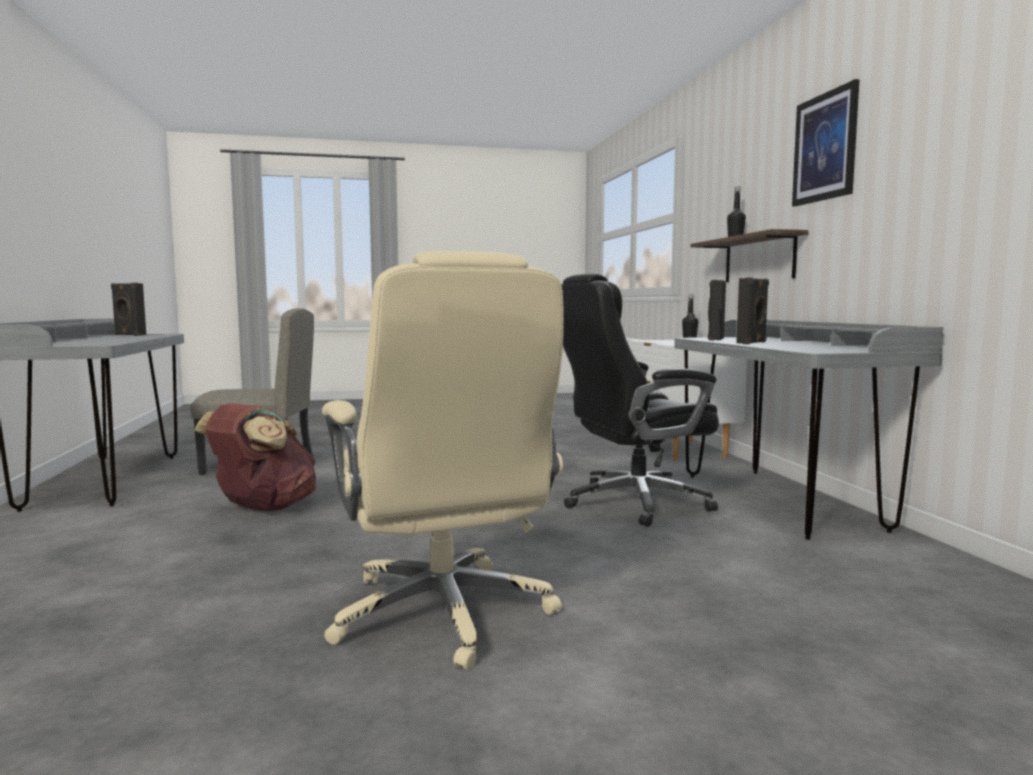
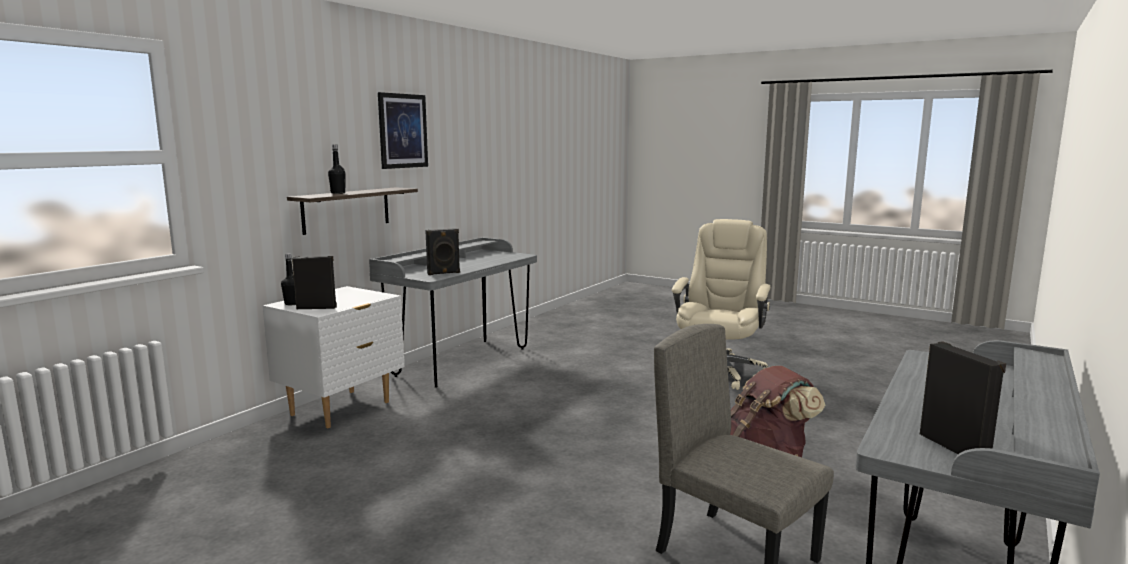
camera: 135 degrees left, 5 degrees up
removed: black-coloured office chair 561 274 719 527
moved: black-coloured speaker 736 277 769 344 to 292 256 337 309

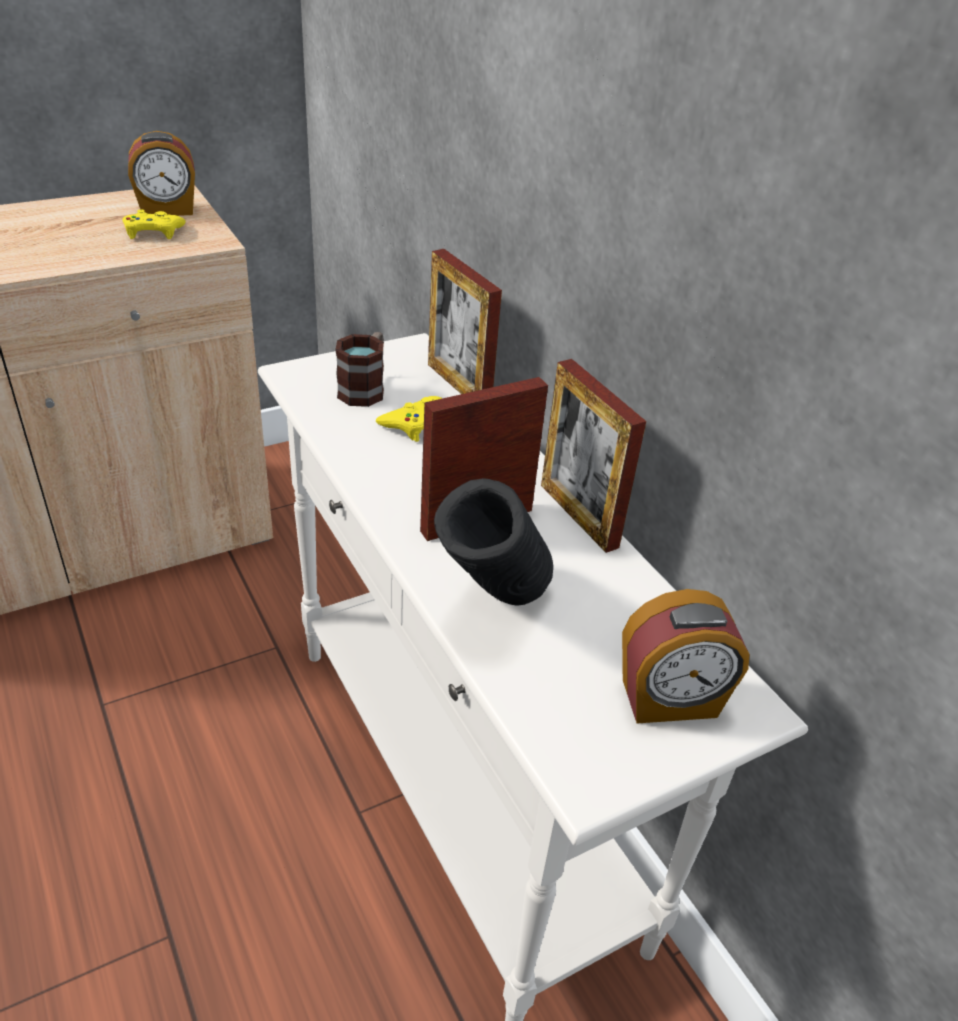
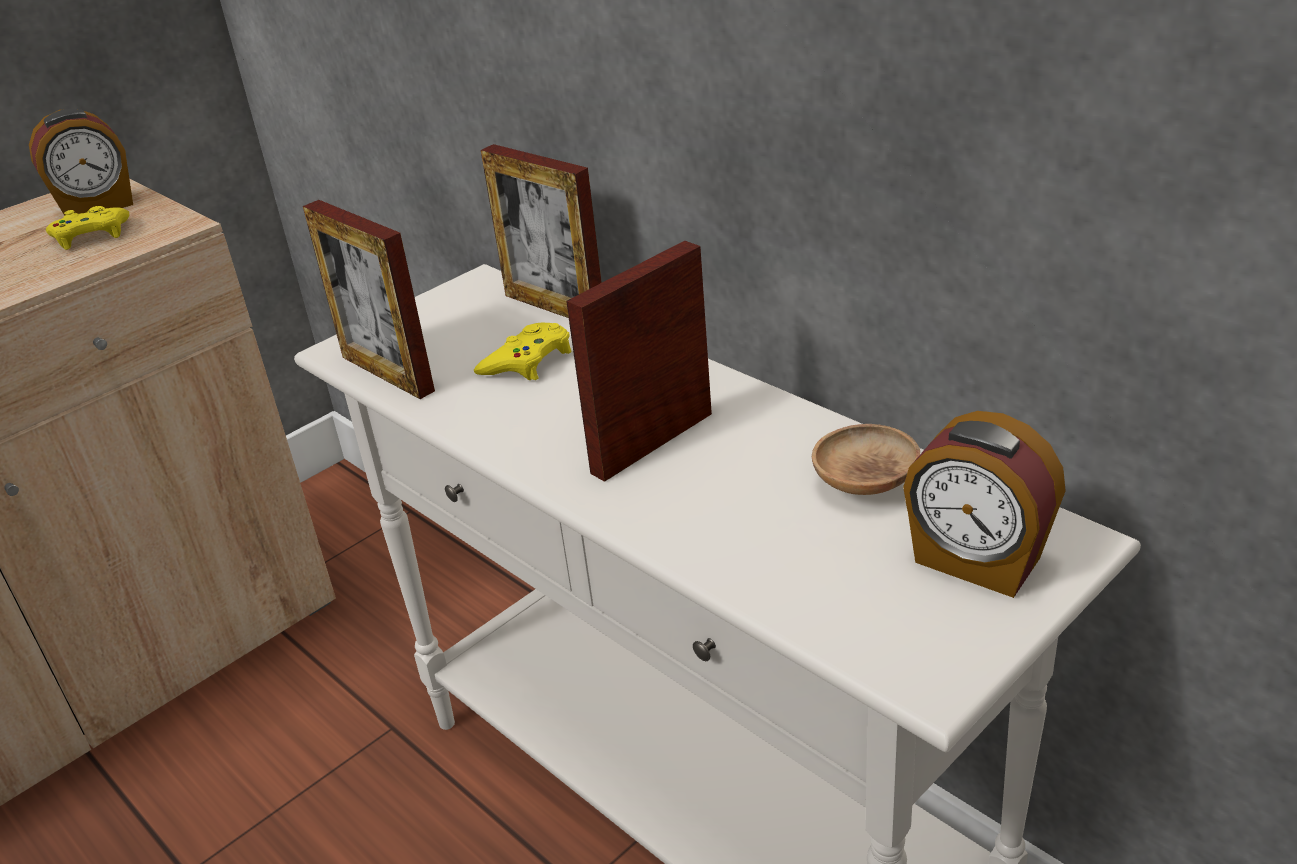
camera: 10 degrees left, 5 degrees down
removed: tea mug 335 332 384 407; black-coloured flower vase 434 478 553 605
added: brownish deep dish 812 424 920 495
moved: standing frame 541 359 646 553 to 303 200 435 399
turned: table clock 622 589 750 723 = 903 411 1066 598 60 degrees clockwise

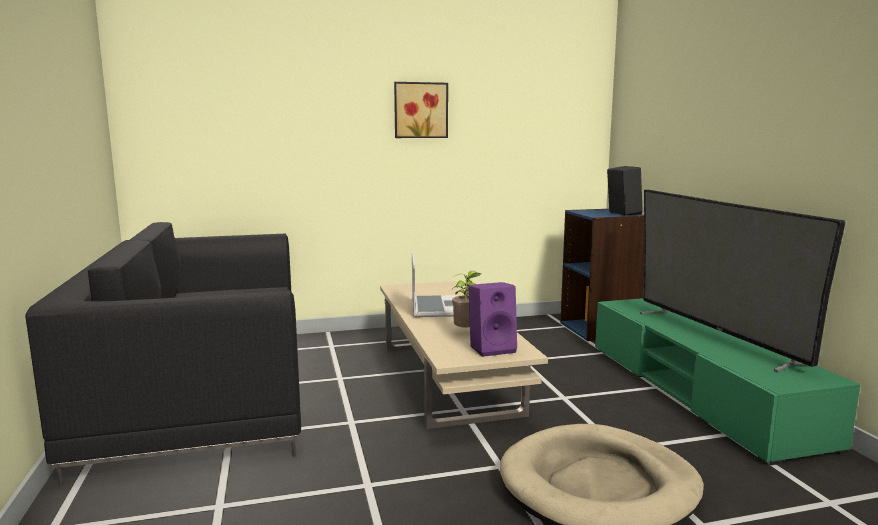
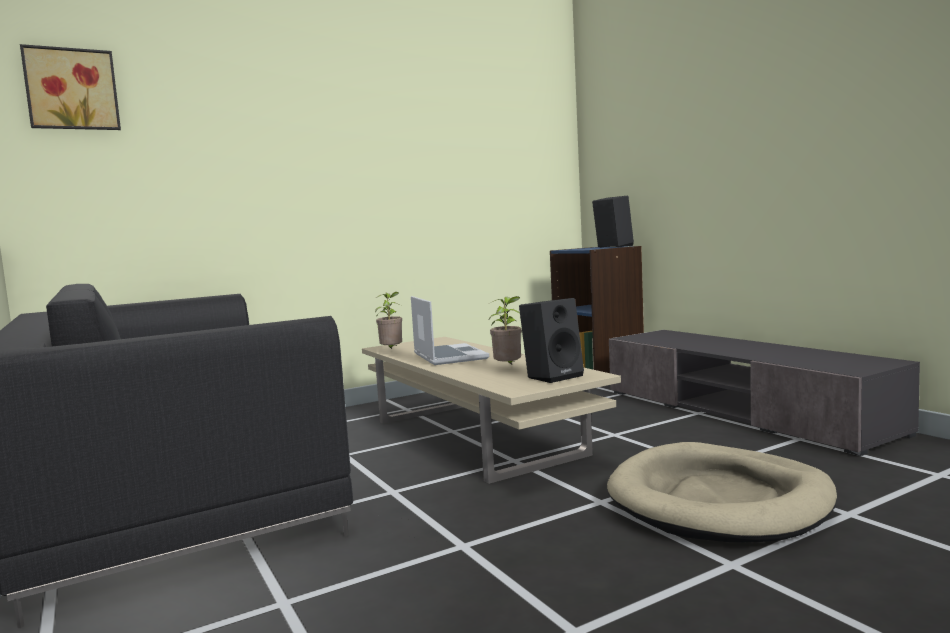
camera: 15 degrees left, 5 degrees down
removed: TV set 640 190 846 372
added: houseplant 375 292 402 349
moved: wall art 394 82 448 138 to 20 44 121 130
recoloured: purplish speaker 468 282 517 357 to black-coloured speaker 519 298 584 383; green-coloured tv unit 595 298 860 466 to greyish tv unit 609 330 920 456

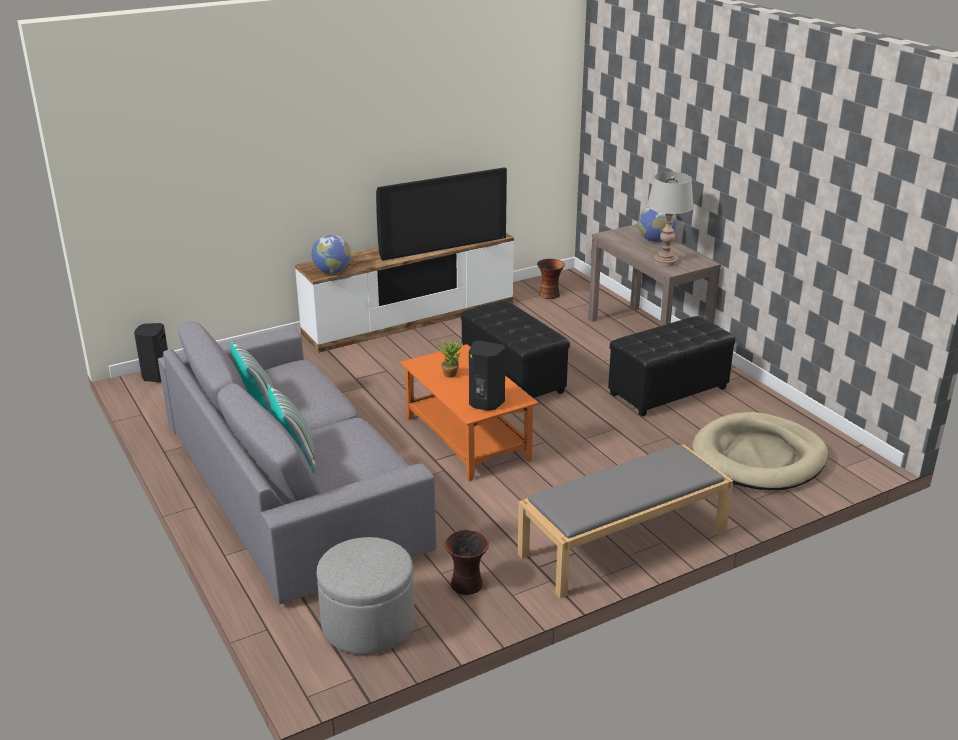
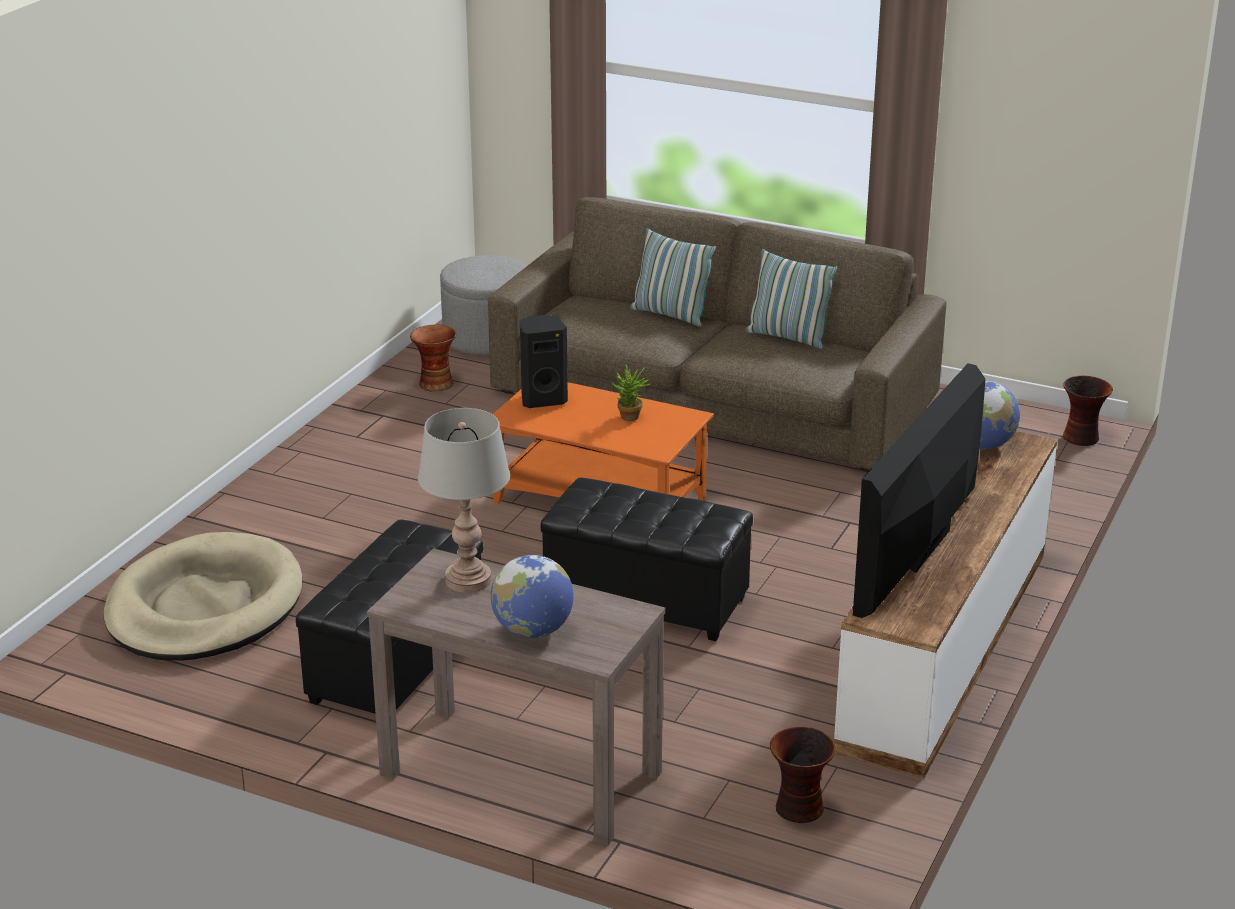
camera: 145 degrees right, 0 degrees up
removed: greyish long seat 518 445 733 599
replaced: black-coloured speaker 134 323 168 382 to flower vase 1063 375 1113 446
recoloured: greyish settee 158 321 437 604 to brownish settee 488 197 946 472

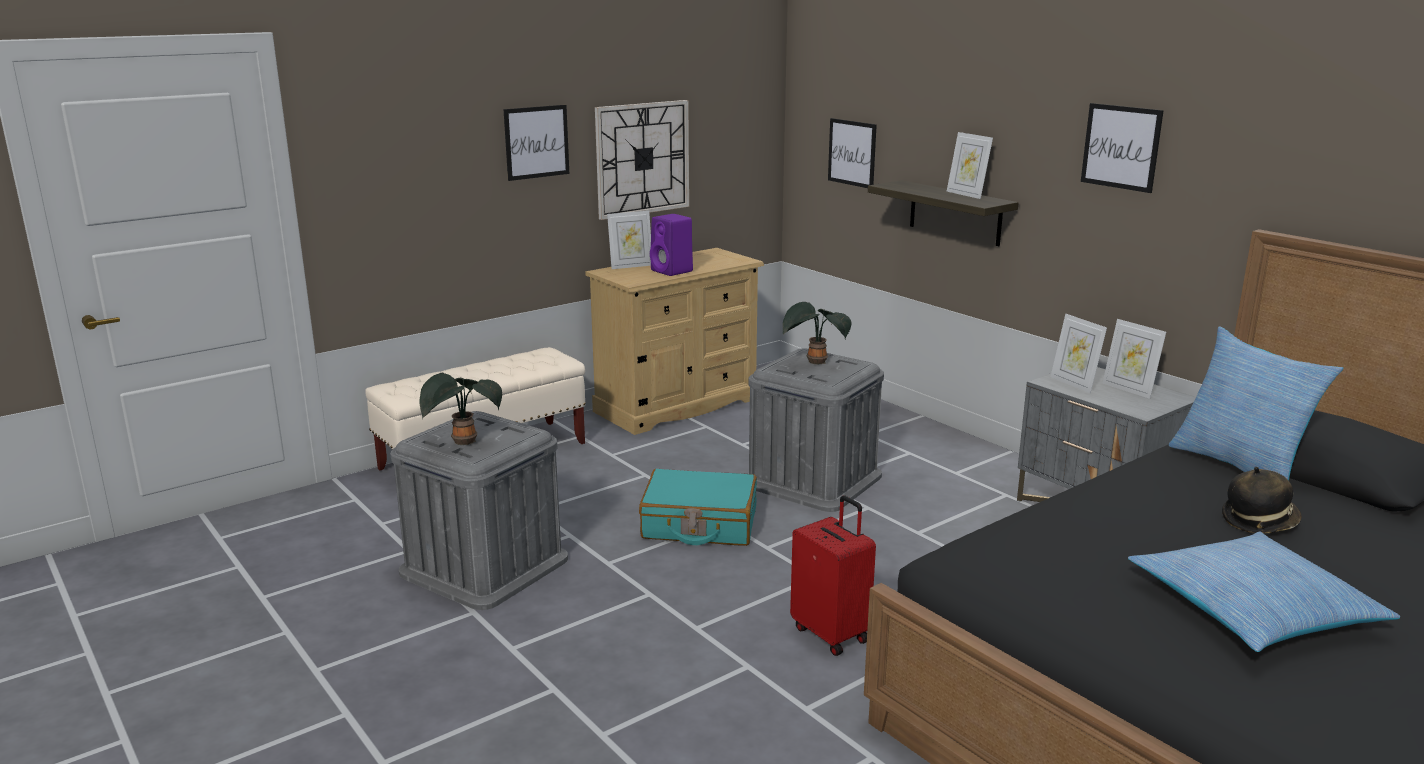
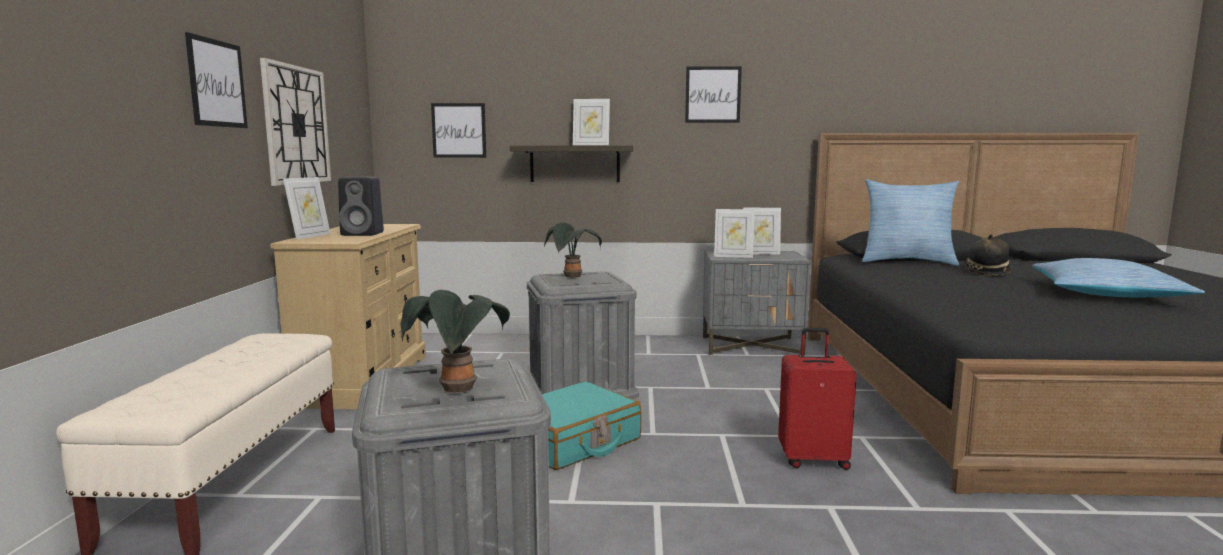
camera: 50 degrees left, 10 degrees down
recoloured: purplish speaker 650 214 693 276 to black-coloured speaker 338 177 384 236

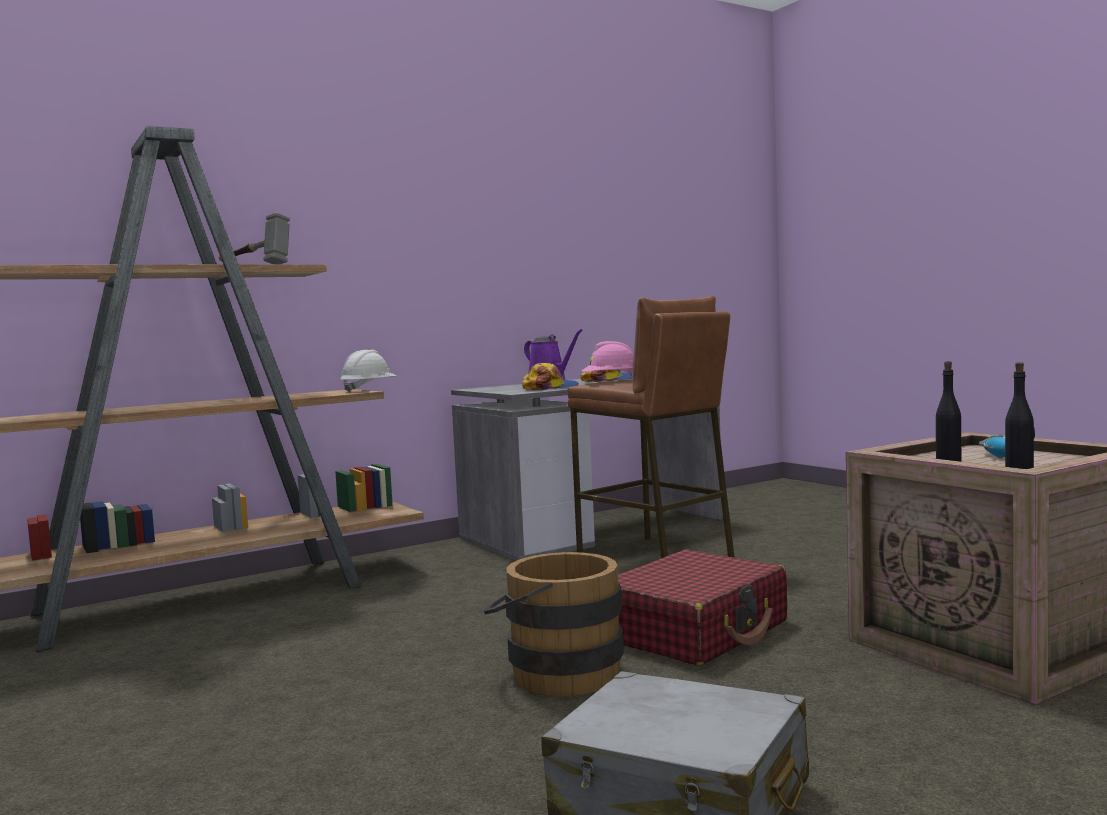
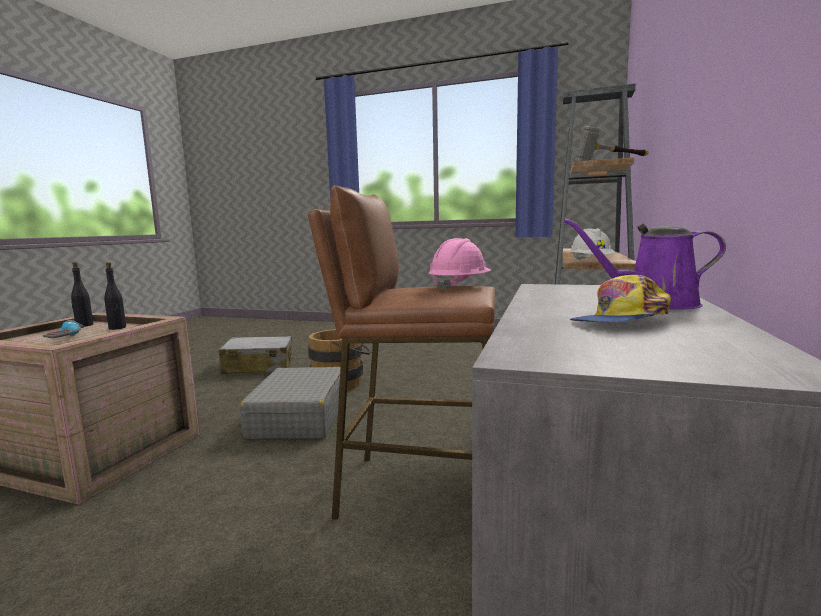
camera: 140 degrees right, 5 degrees up
removed: baseball cap 522 363 579 390
recoloured: red piece of luggage 618 549 787 666 to greyish piece of luggage 240 367 340 439

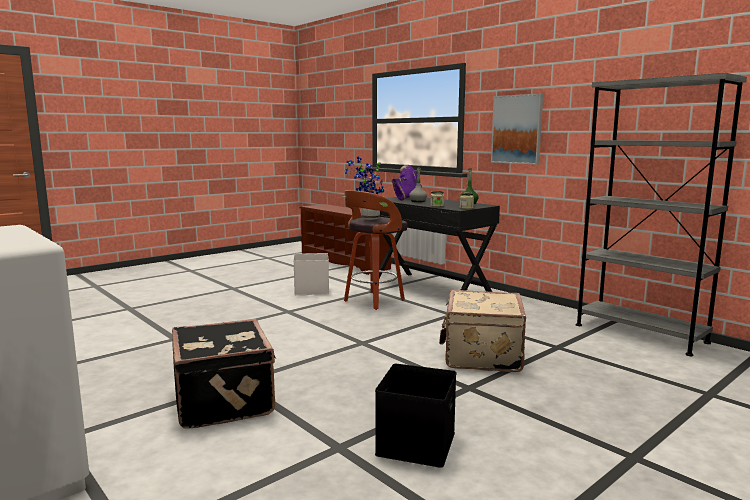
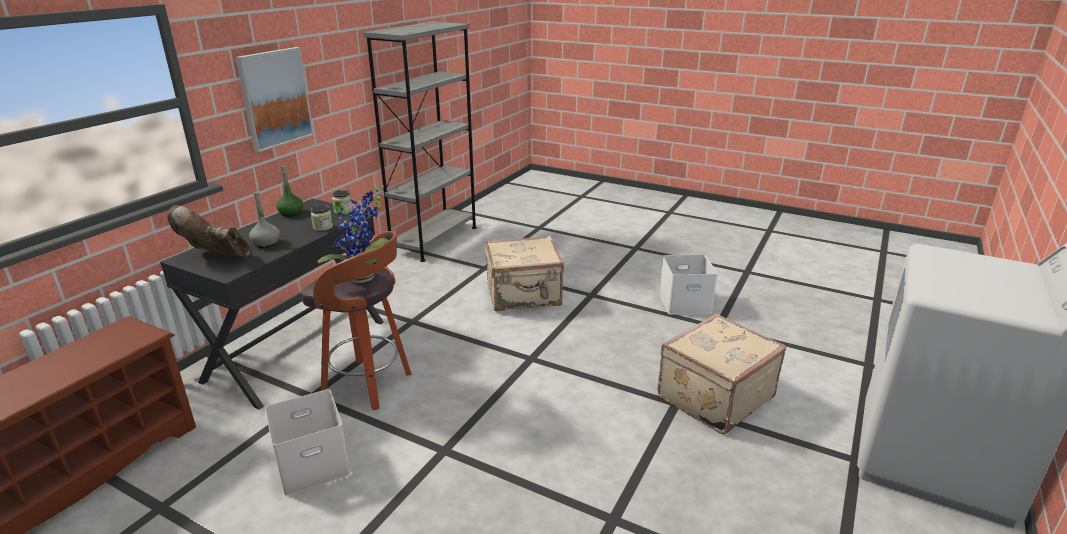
camera: 110 degrees left, 15 degrees up
recoloured: purplish high-top boot 392 165 422 200 to brownish high-top boot 167 205 251 258; black-coloured piece of luggage 172 319 276 429 to beige-coloured piece of luggage 658 314 786 434; black-coloured storage container 375 364 456 468 to white storage container 659 254 718 315

